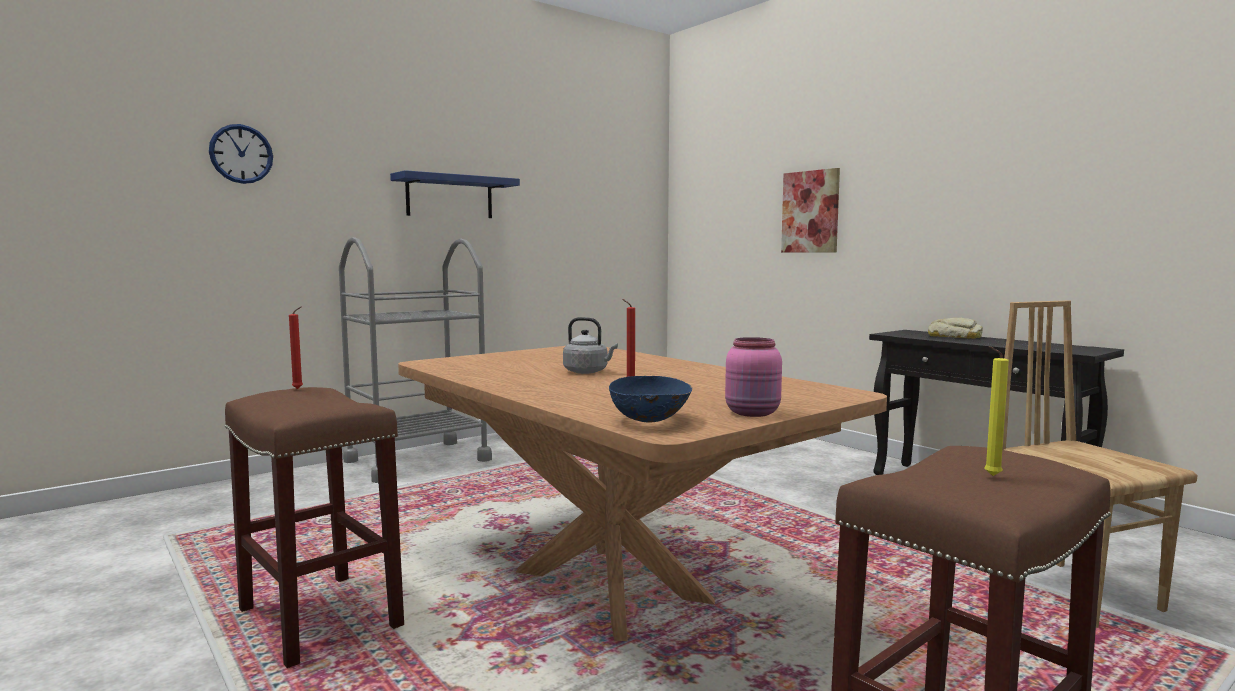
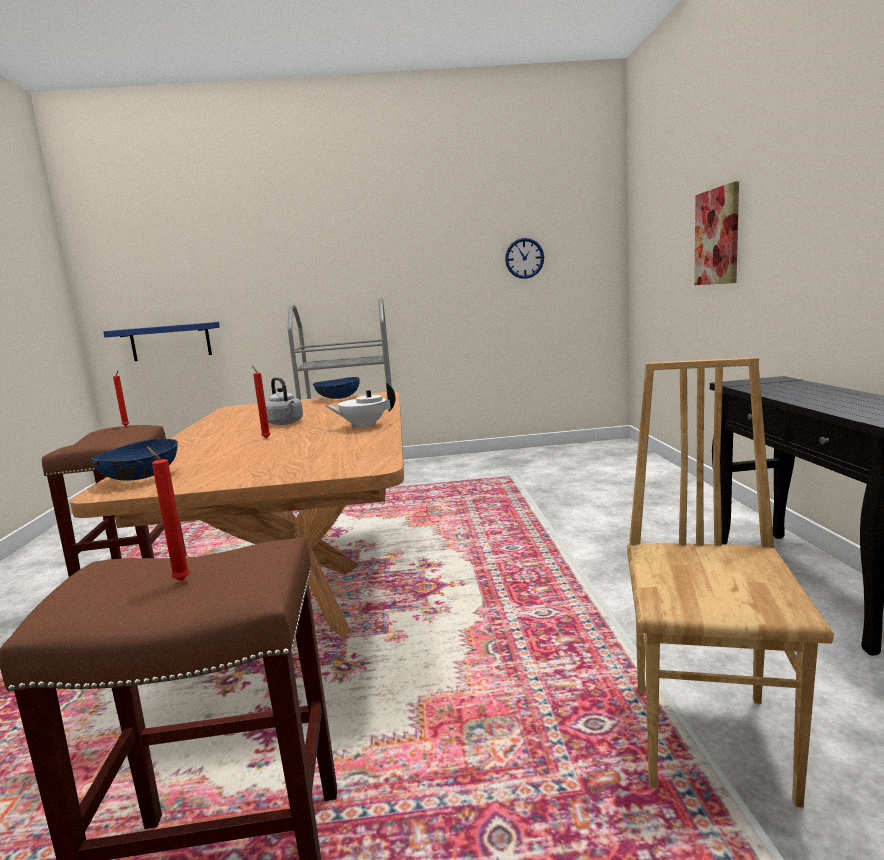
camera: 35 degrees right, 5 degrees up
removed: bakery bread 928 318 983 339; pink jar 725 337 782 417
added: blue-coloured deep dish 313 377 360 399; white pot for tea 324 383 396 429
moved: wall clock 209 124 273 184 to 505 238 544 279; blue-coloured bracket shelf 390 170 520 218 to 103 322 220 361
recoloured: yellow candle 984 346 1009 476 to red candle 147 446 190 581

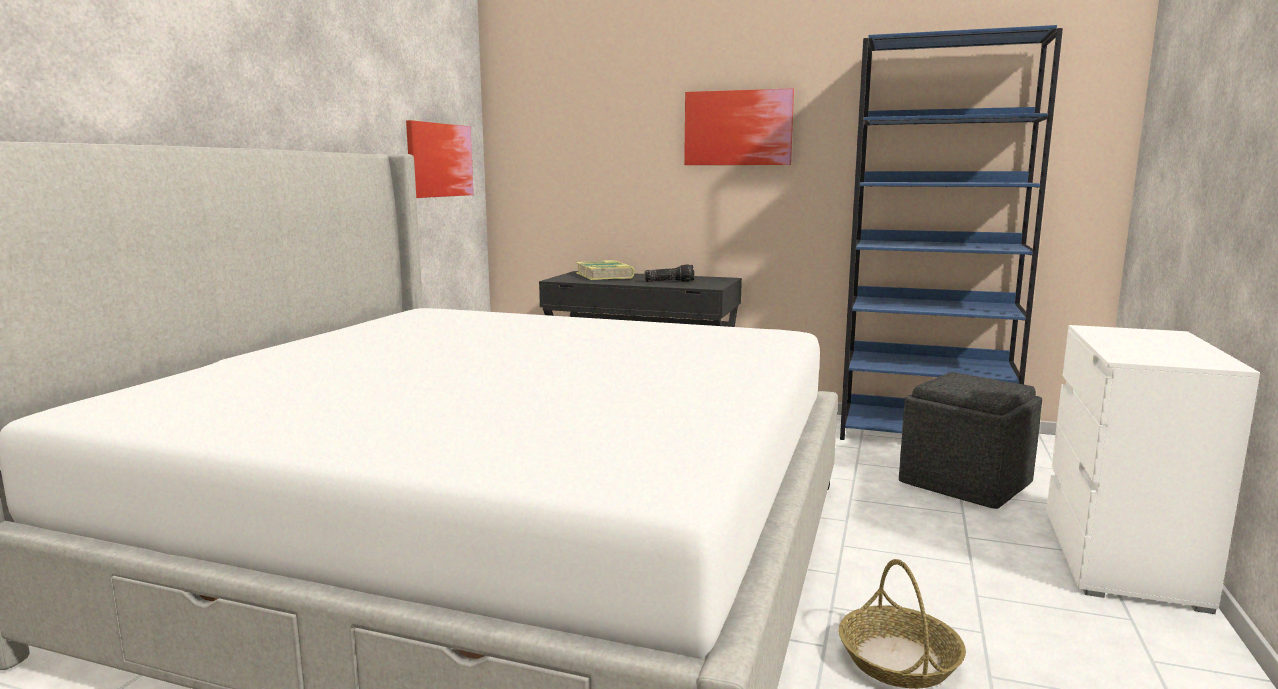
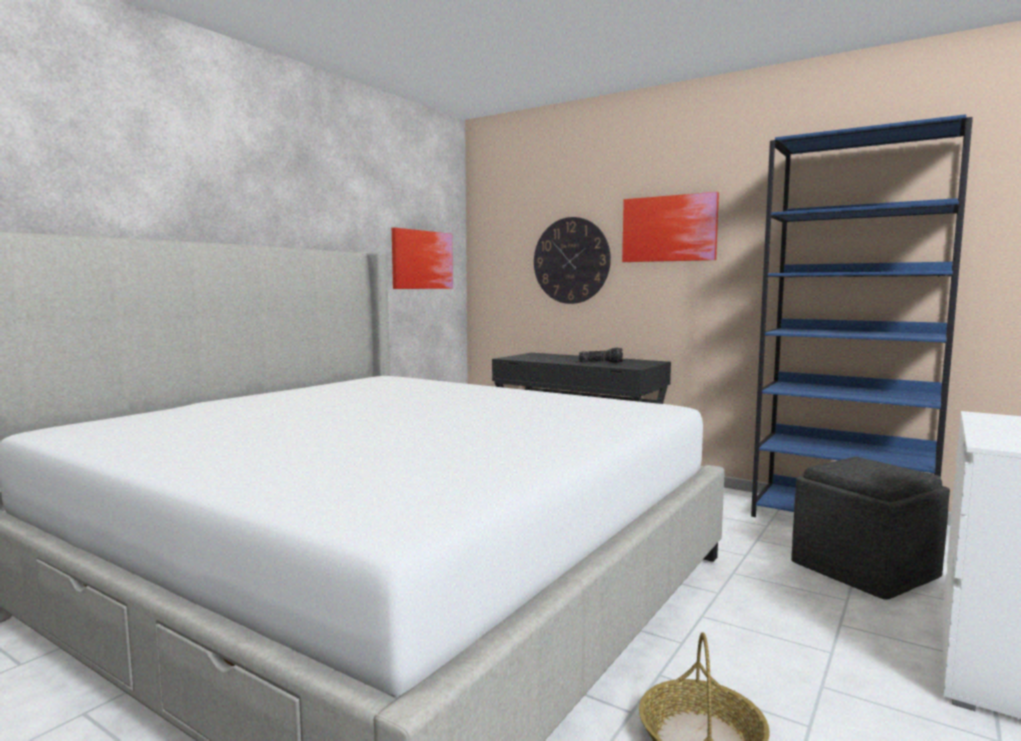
camera: 15 degrees right, 5 degrees down
removed: bound book 576 260 635 280
added: wall clock 534 217 611 304

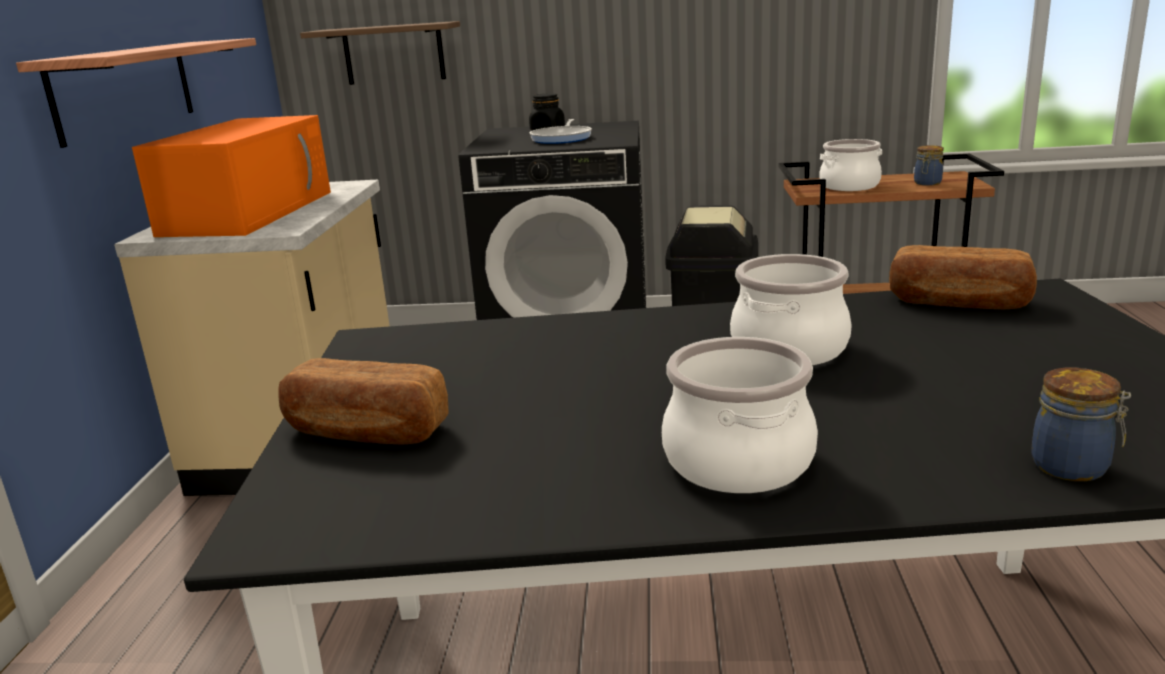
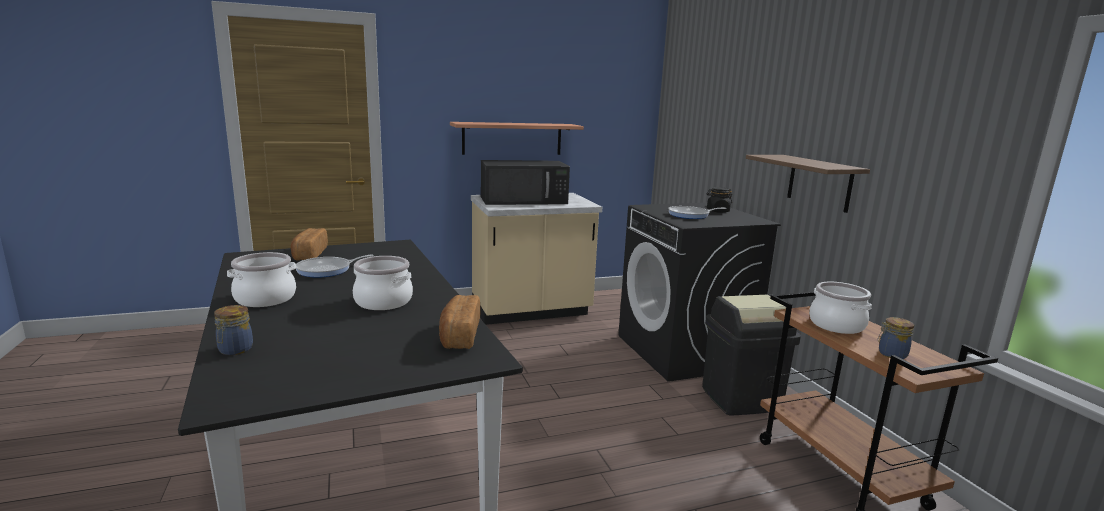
camera: 65 degrees right, 5 degrees down
added: pan 296 254 374 278
moved: bracket shelf 300 21 460 85 to 746 155 870 213
recoloured: orange-coloured microwave 132 115 331 237 to black-coloured microwave 481 160 570 205

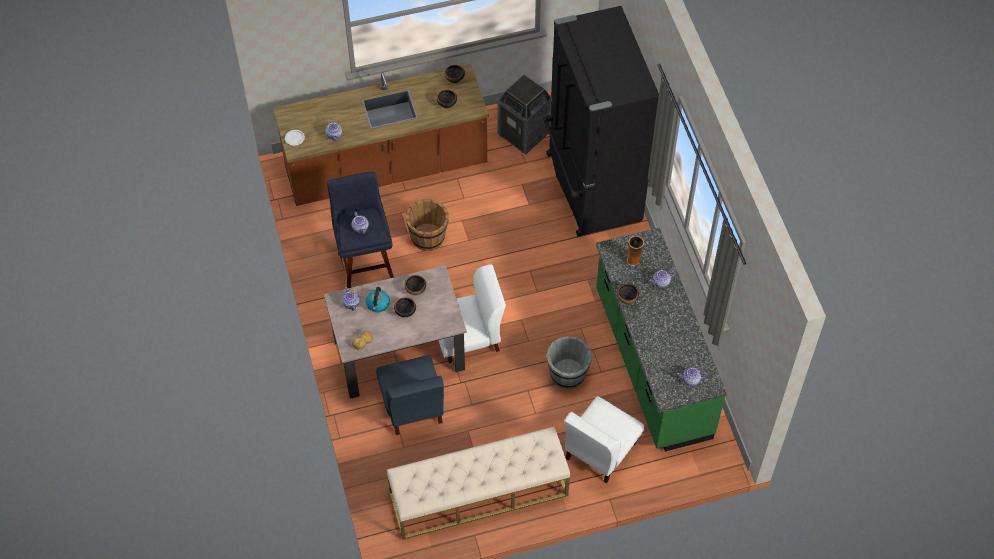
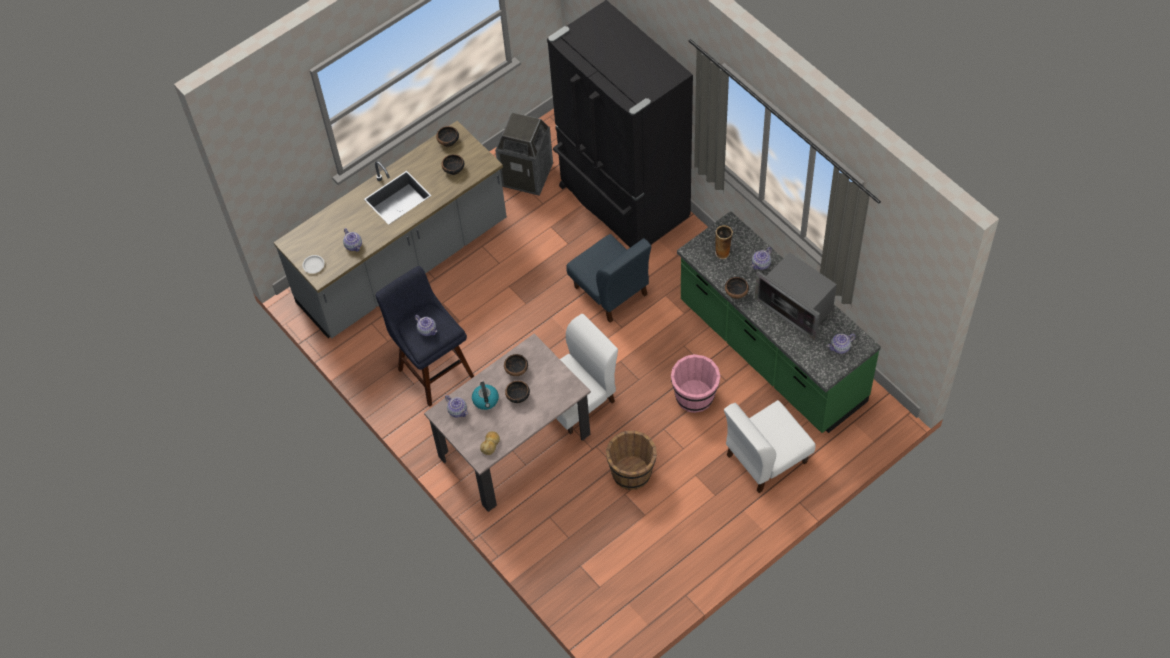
camera: 20 degrees left, 0 degrees up
removed: beige-coloured long seat 387 427 570 540
added: microwave 755 253 837 341
moved: brownish pail 406 199 449 251 to 606 430 657 490; blue-coloured chair 376 355 444 435 to 566 234 651 323
recoloured: brownish kitchen base unit 273 64 489 206 to greyish kitchen base unit 273 121 507 338; greyish pail 547 336 592 389 to pink pail 671 354 720 413
turned: white chair 564 396 644 484 = 724 400 815 493 45 degrees clockwise

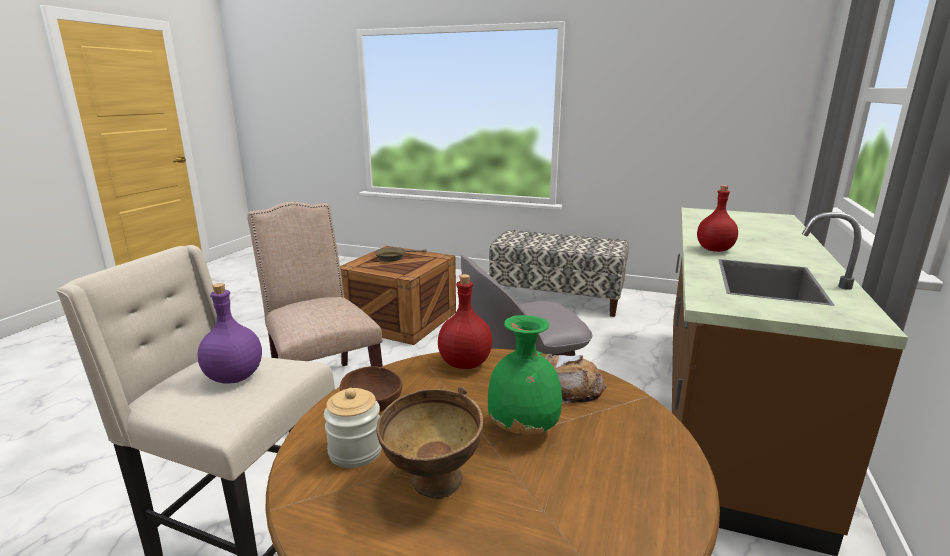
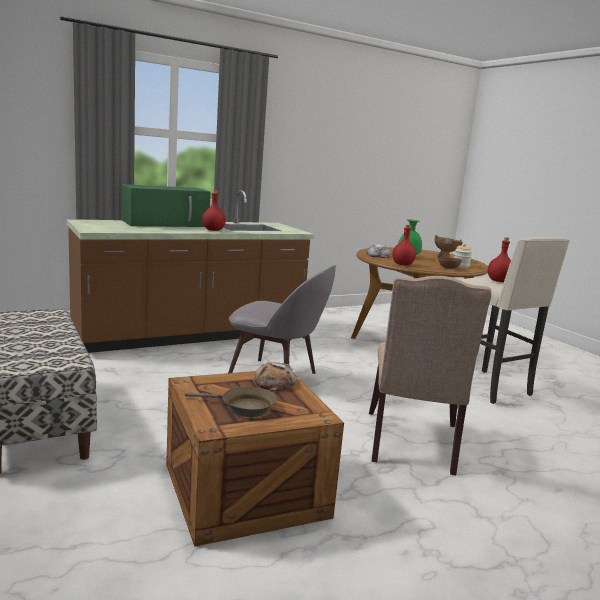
camera: 140 degrees left, 5 degrees down
added: green-coloured microwave 122 184 210 227; bakery bread 252 362 296 391
recoloured: purplish beverage bottle 198 283 262 384 to red beverage bottle 488 237 511 282

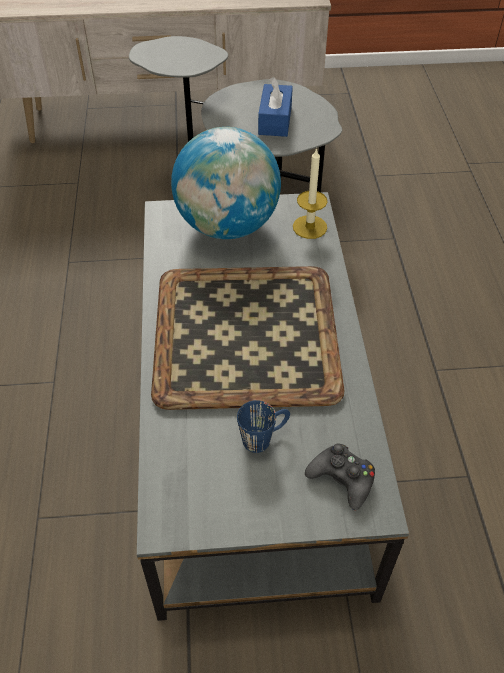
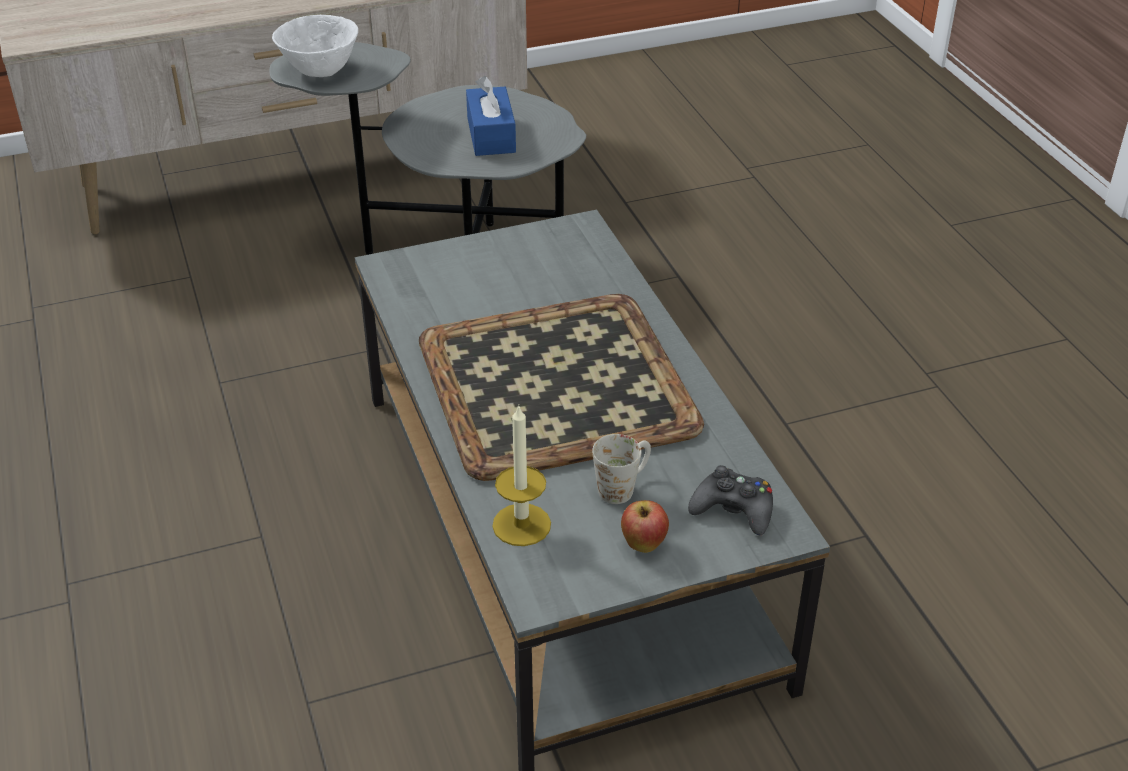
camera: 15 degrees left, 10 degrees down
removed: world globe 171 127 281 239
added: white deep dish 272 15 358 77; whole apple 621 500 669 553
moved: candle 293 148 328 239 to 492 404 551 546
recoloured: blue-coloured tea mug 237 400 290 453 to white tea mug 592 434 651 504

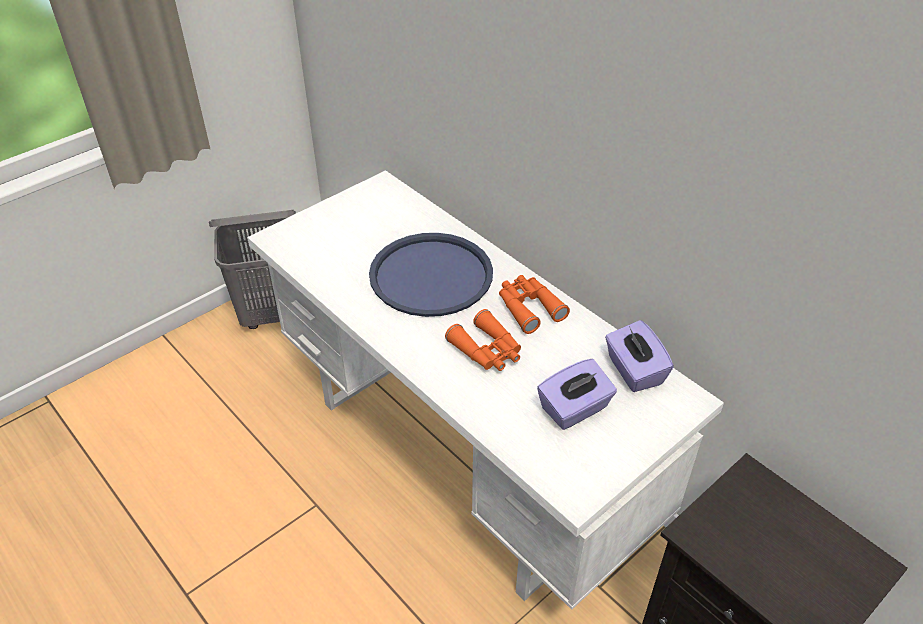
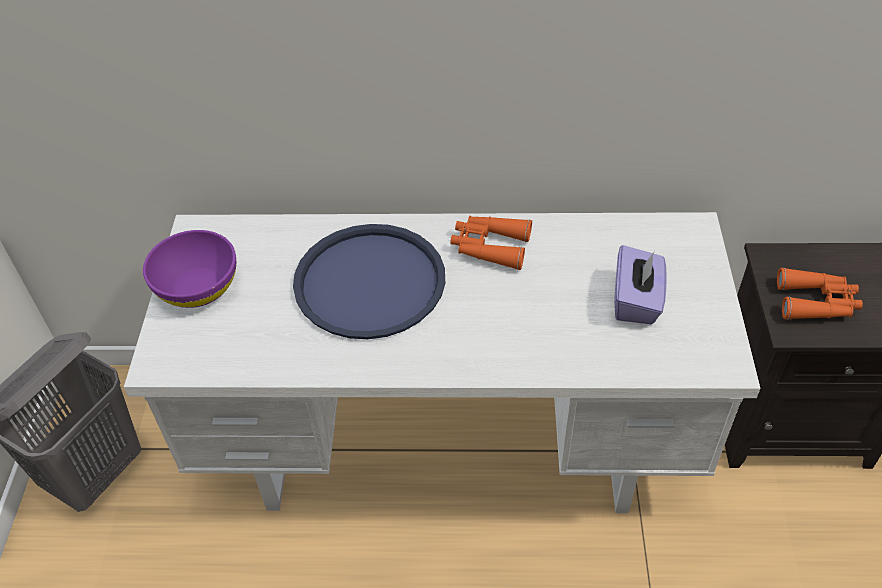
camera: 45 degrees left, 5 degrees up
removed: purplish tissue holder 605 320 674 392
added: purplish deep dish 143 230 236 308
moved: orange-coloured field glasses 445 309 521 371 to 777 267 863 320

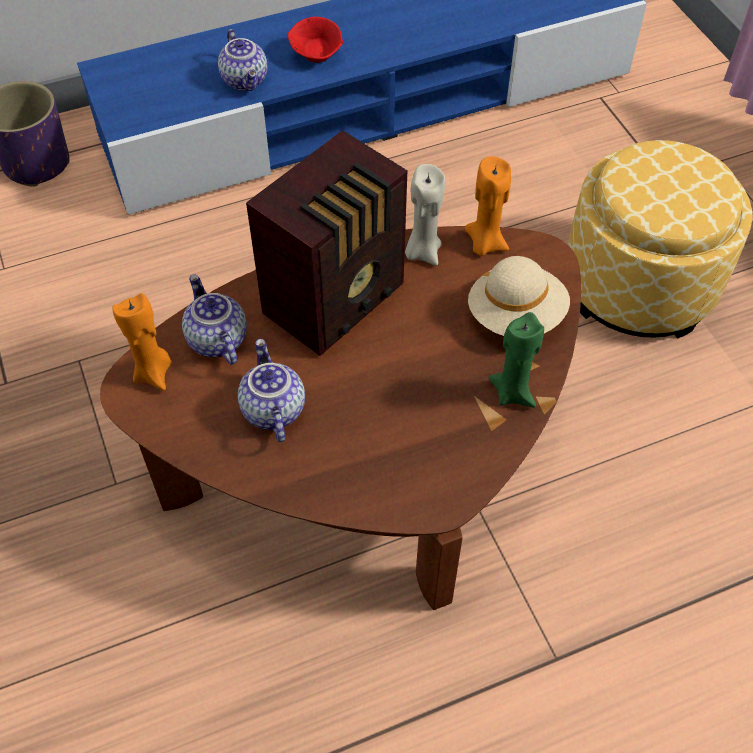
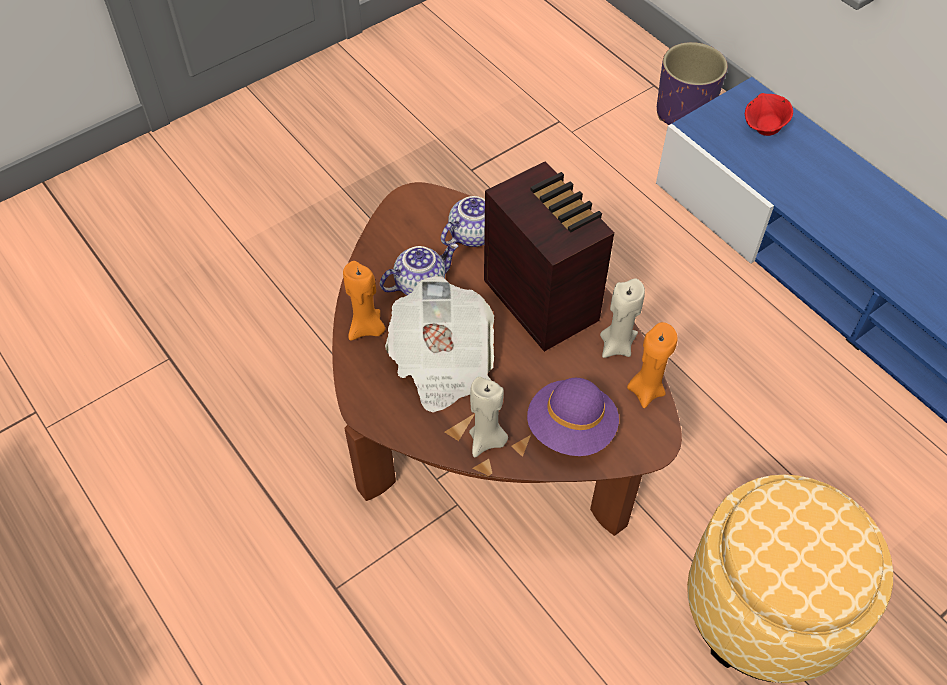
camera: 75 degrees right, 0 degrees up
removed: pot for tea 218 29 267 91
added: daily paper 385 276 494 413
moved: red deep dish 287 17 343 63 to 745 93 793 136; orange-coloured candle 112 293 172 391 to 343 261 385 341
recoloured: beige-coloured clothing hat 468 256 570 336 to purplish clothing hat 527 378 619 456; green-coloured candle 488 312 544 408 to beige-coloured candle 469 377 508 457
turned: radio 246 130 408 356 = 484 161 615 352 150 degrees counterclockwise

